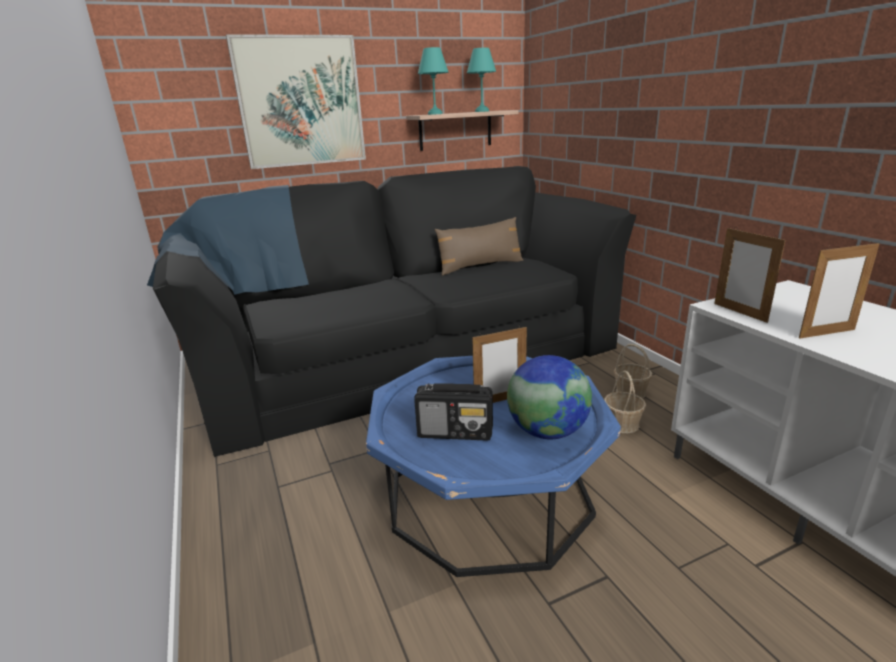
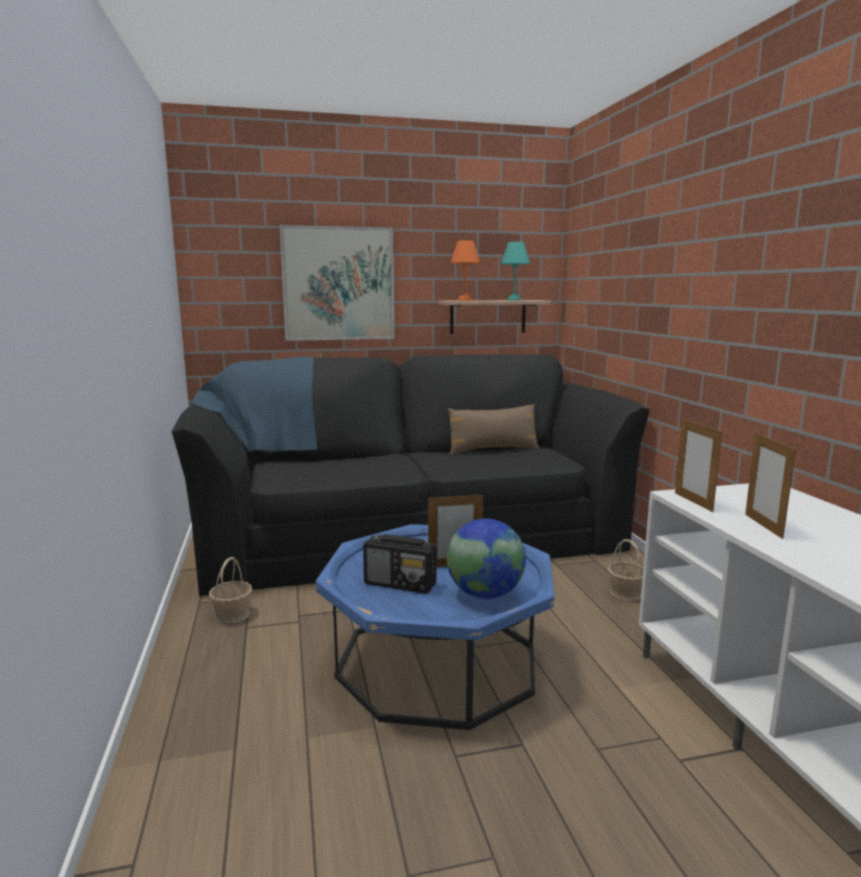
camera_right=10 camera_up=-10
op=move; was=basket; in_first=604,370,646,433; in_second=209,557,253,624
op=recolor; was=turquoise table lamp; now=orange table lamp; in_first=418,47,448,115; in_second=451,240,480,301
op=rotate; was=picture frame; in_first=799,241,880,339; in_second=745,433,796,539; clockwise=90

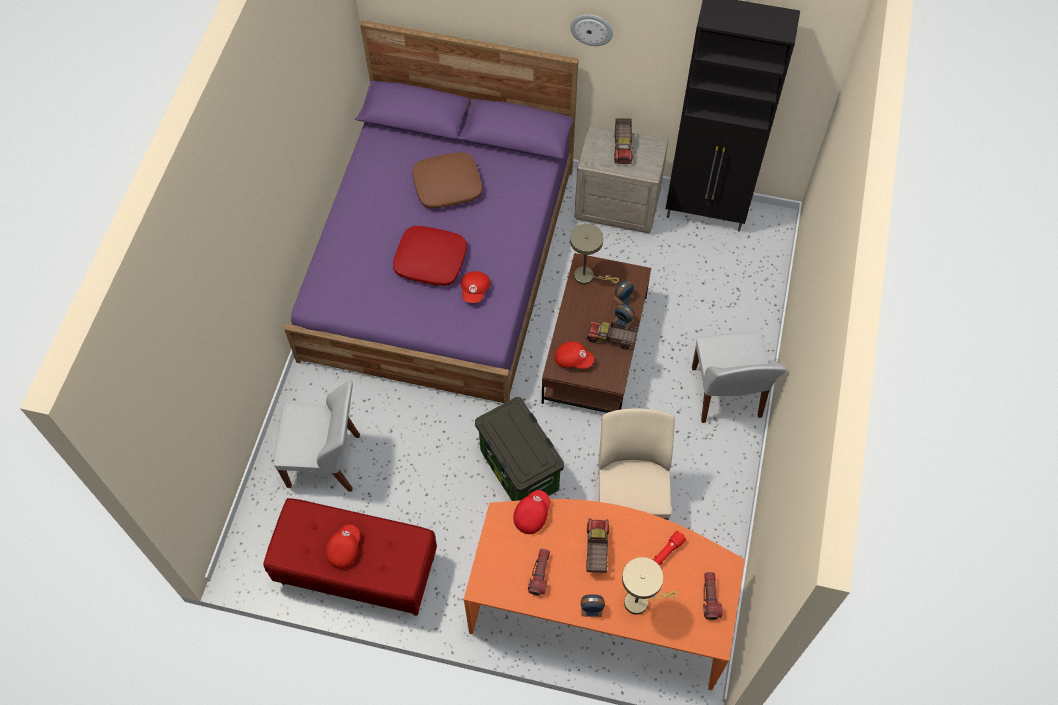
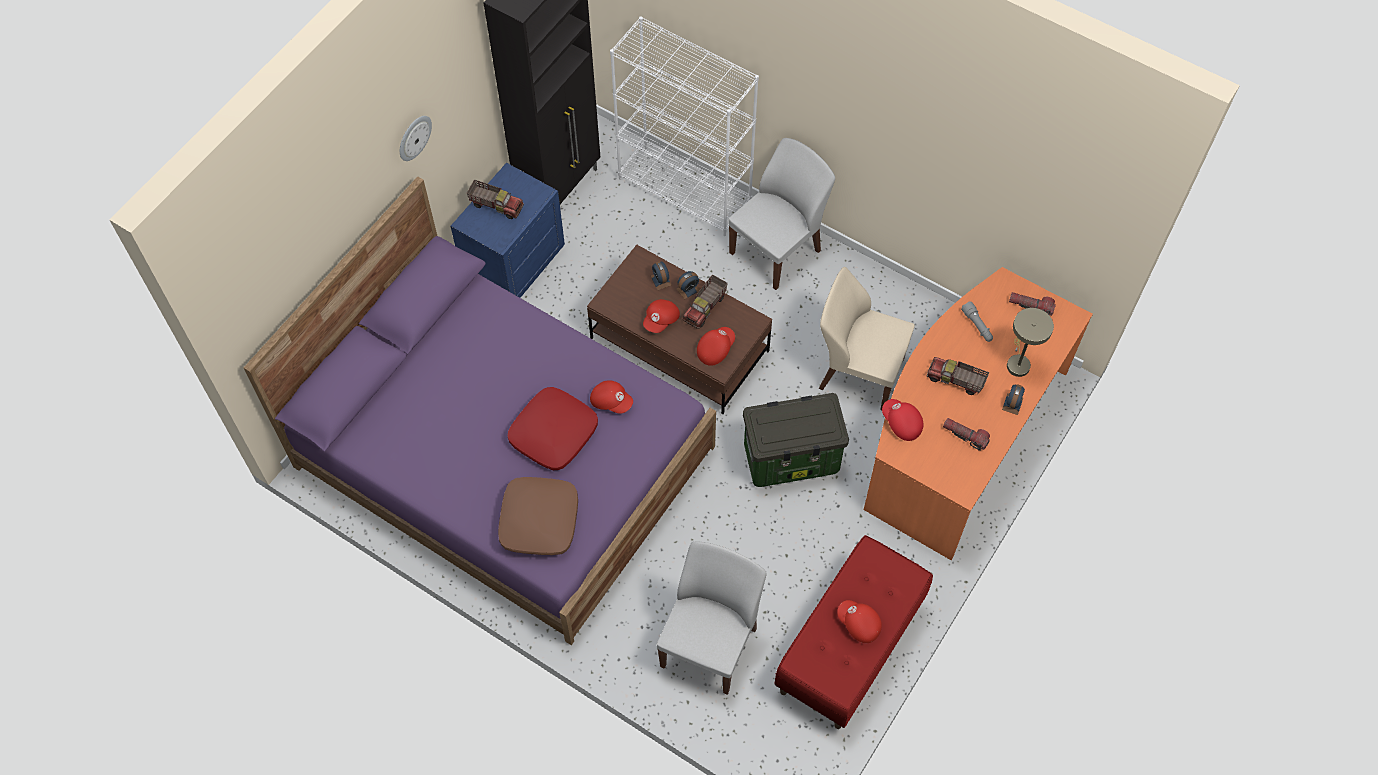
camera_right=-70 camera_up=0
op=recolor; was=beige nightstand; now=blue nightstand; in_first=574,125,669,233; in_second=451,162,565,298
op=move; was=brown pillow; in_first=412,152,482,209; in_second=498,477,578,555
op=insert; now=white bookcase; in_second=610,16,759,236
op=insert; now=red cap; in_second=643,299,680,333
op=rotate; was=white chair; in_first=692,332,787,423; in_second=729,138,835,290; clockwise=-60
op=recolor; was=red flashlight; now=grey flashlight; in_first=654,531,686,565; in_second=961,301,993,342
op=delete; was=beige table lamp; in_first=570,224,619,285

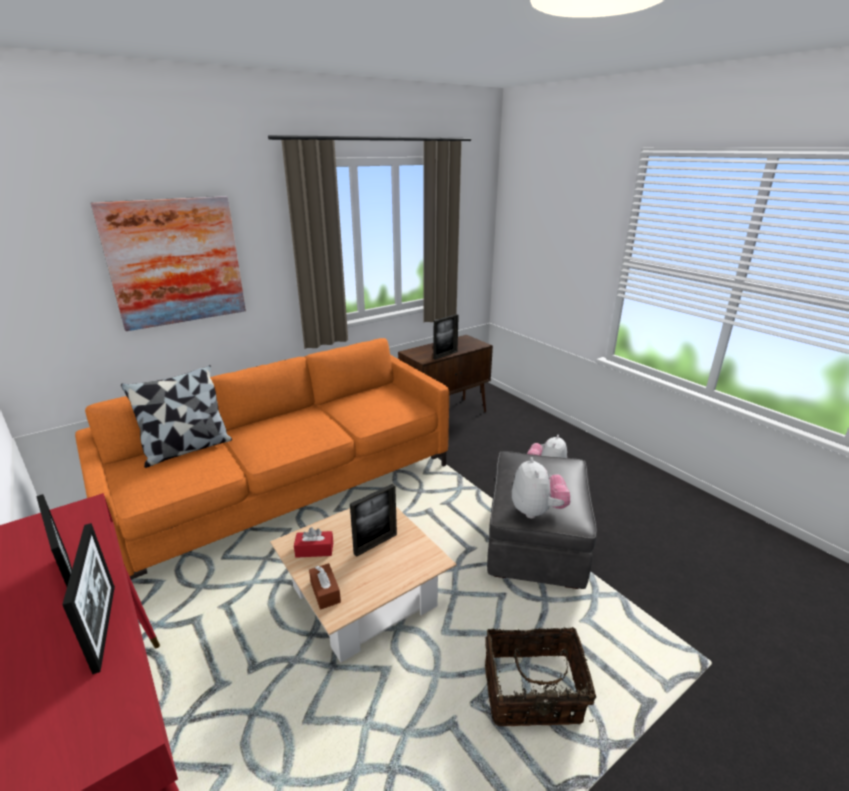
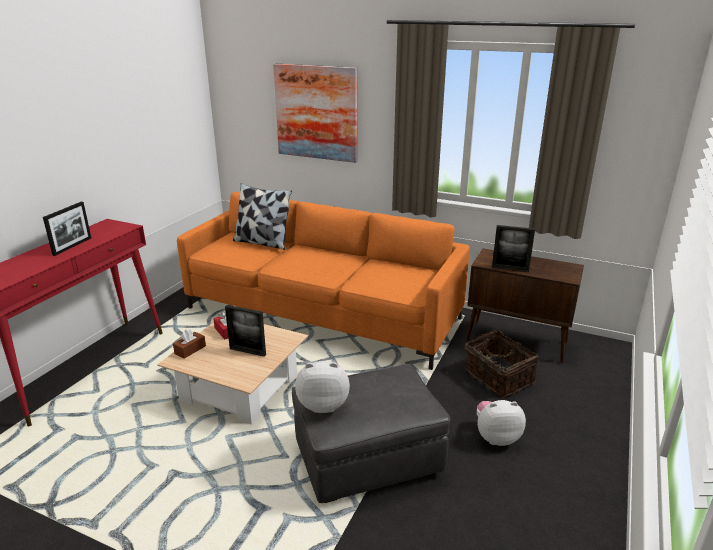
camera_right=60 camera_up=0
op=rotate; was=plush toy; in_first=512,457,570,519; in_second=295,361,350,413; clockwise=-150
op=move; was=basket; in_first=485,627,596,726; in_second=464,329,539,398
op=delete; was=picture frame; in_first=62,523,115,674

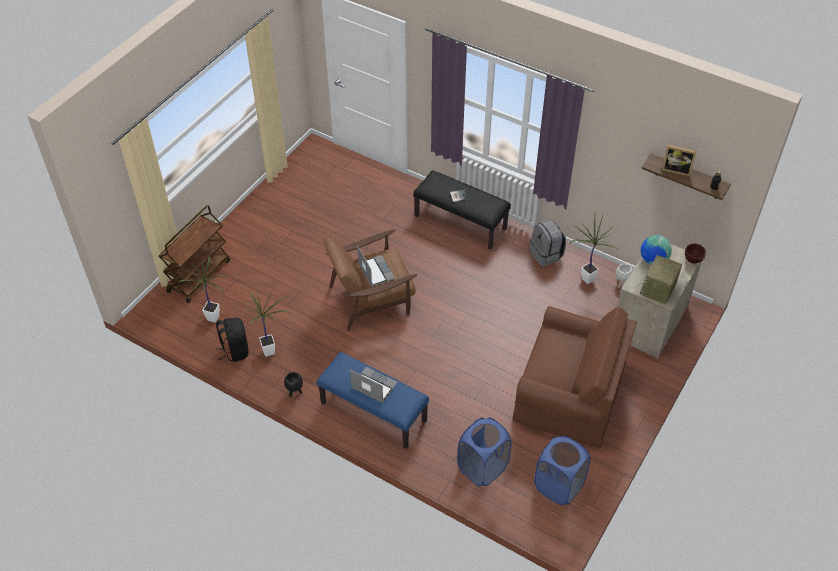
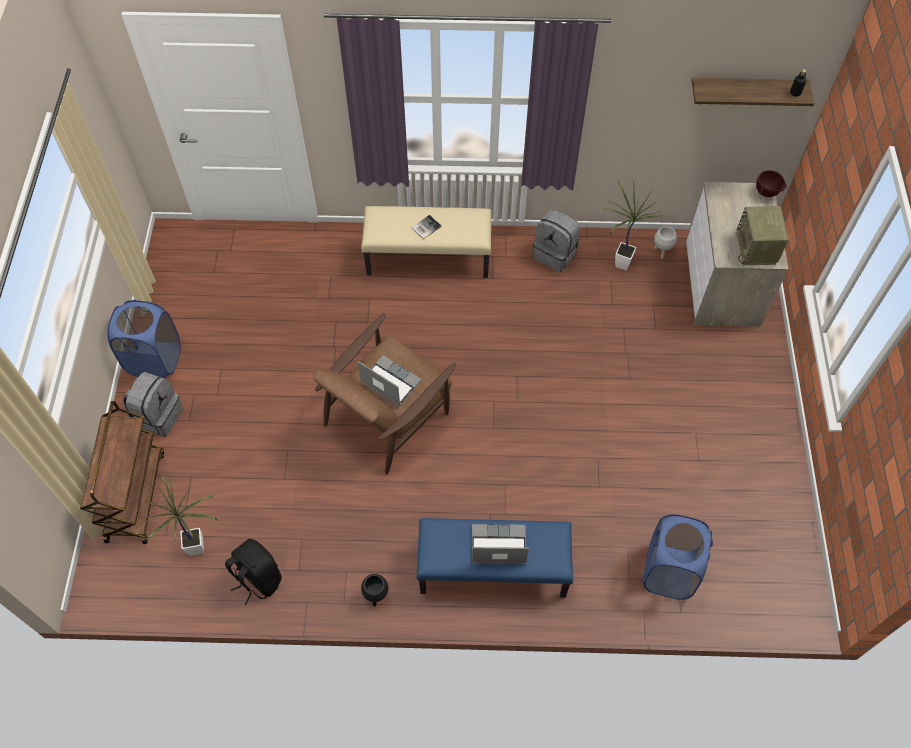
camera_right=-30 camera_up=10
op=move; was=blue laundry basket; in_first=534,436,591,505; in_second=107,300,181,379
op=insert; now=grey backpack; in_second=122,372,183,437
op=recolor; was=black bench; now=beige bench; in_first=413,170,511,250; in_second=361,206,491,278
op=delete; was=potted plant; in_first=244,291,291,356
op=delete; was=brown armchair; in_first=512,306,637,448
op=delete; was=globe; in_first=641,235,672,265
op=delete; was=picture frame; in_first=662,145,697,177

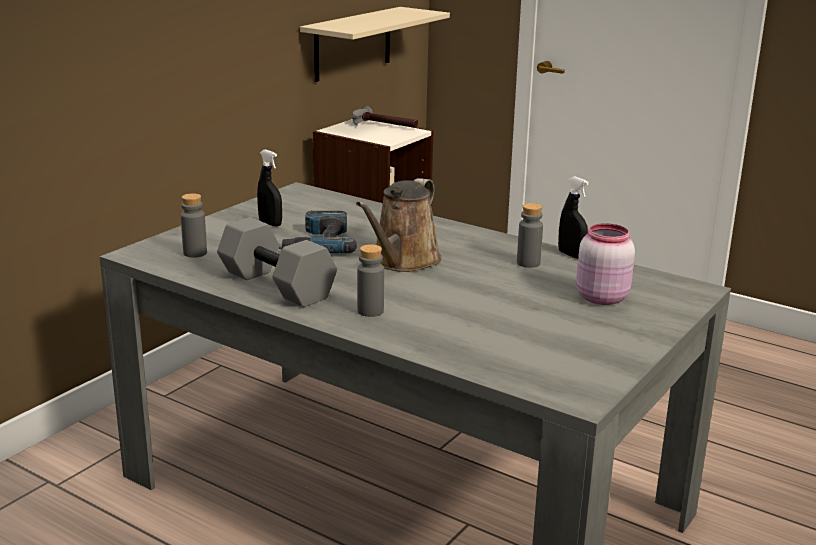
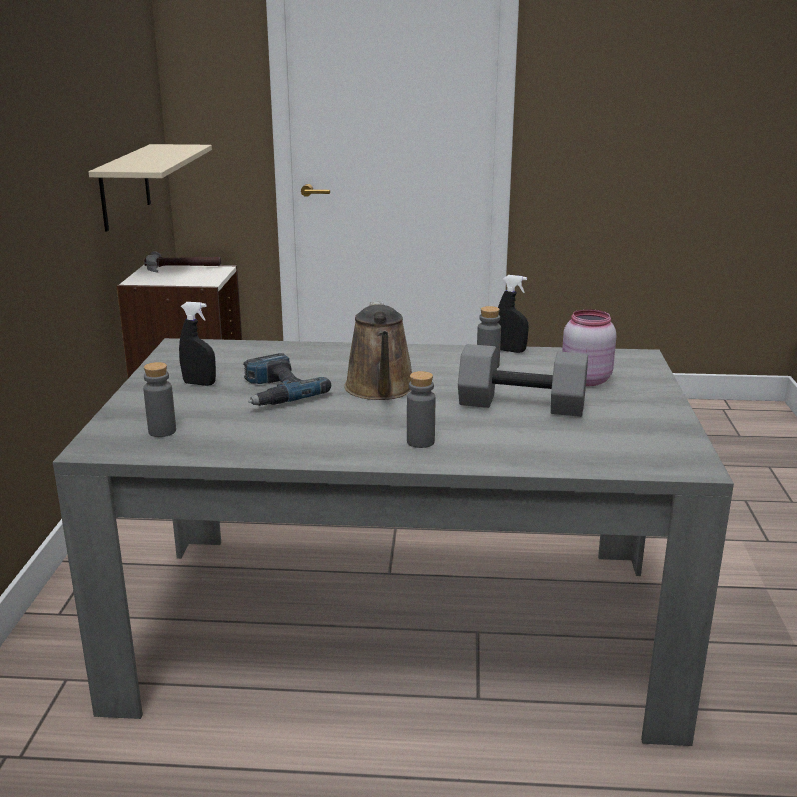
camera_right=-30 camera_up=0
op=move; was=grey dumbbell; in_first=217,217,337,307; in_second=458,344,588,417

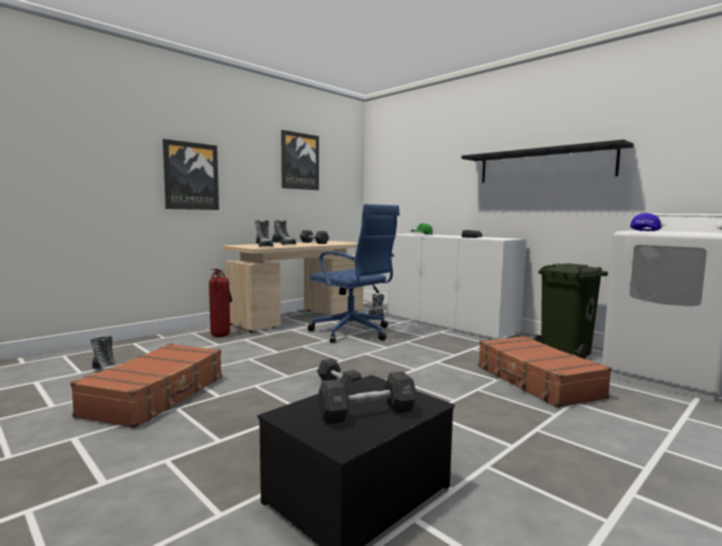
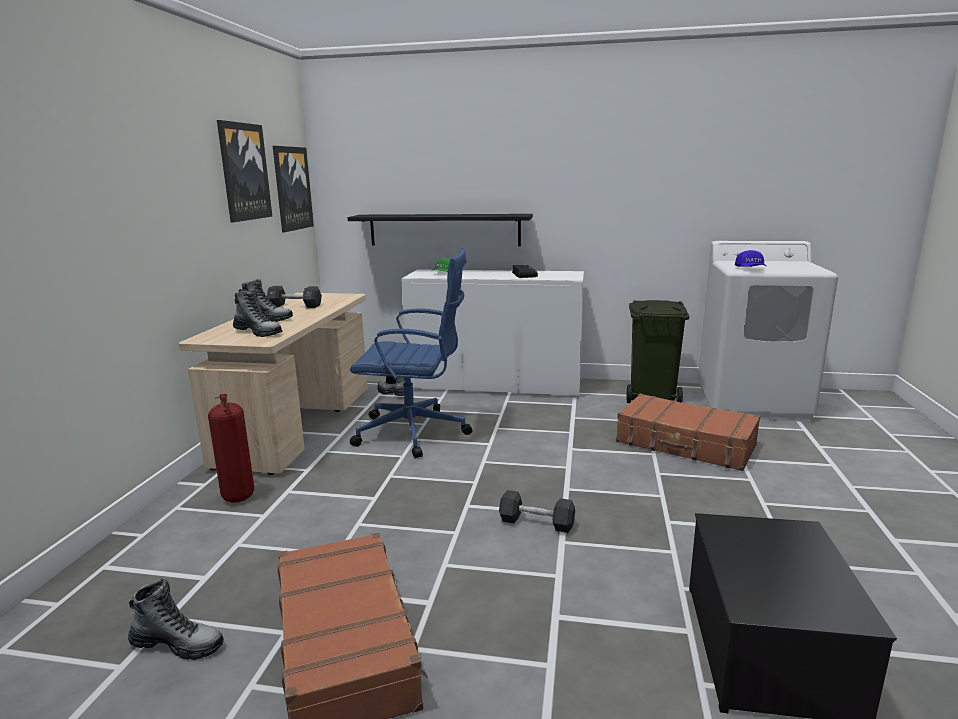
camera_right=-35 camera_up=10
op=move; was=picture; in_first=163,139,219,210; in_second=273,146,314,232
op=move; was=black shelf; in_first=461,139,634,183; in_second=347,214,533,246
op=delete; was=black dumbbell; in_first=318,371,417,425

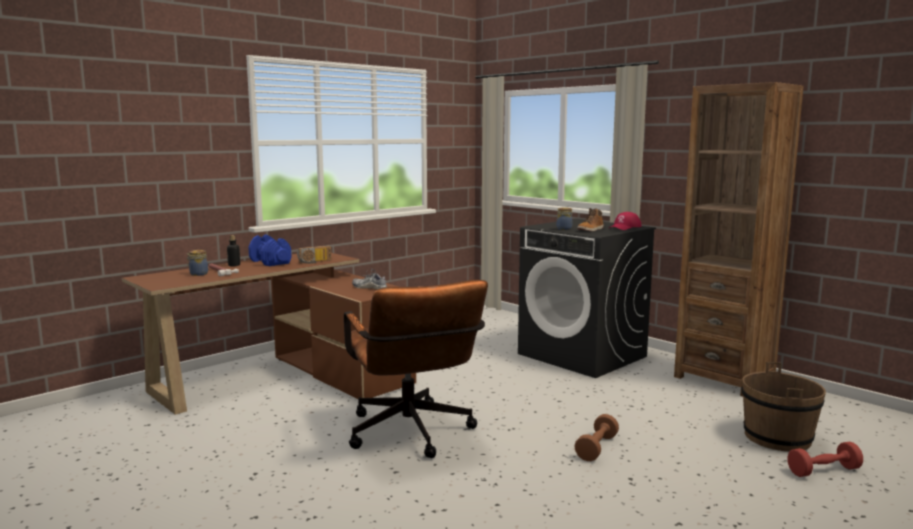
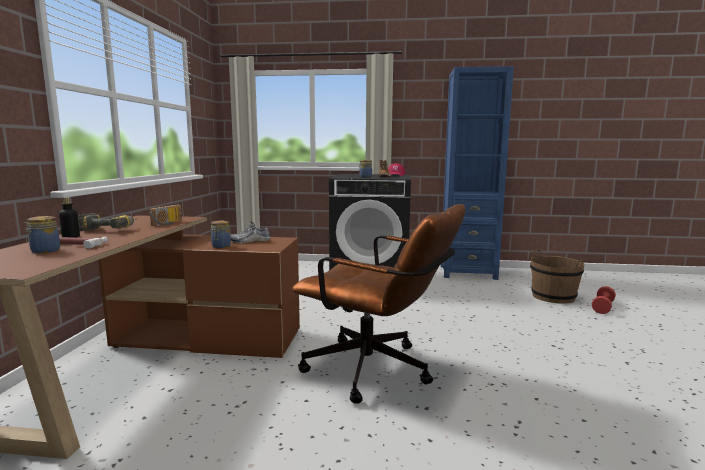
camera_right=-40 camera_up=0
op=replace; was=blue dumbbell; now=power drill; in_first=248,235,292,266; in_second=78,213,137,231
op=insert; now=jar; in_second=211,220,231,248
op=recolor; was=brown bookcase; now=blue bookcase; in_first=674,82,804,396; in_second=441,66,514,280
op=delete; was=brown dumbbell; in_first=574,414,619,461

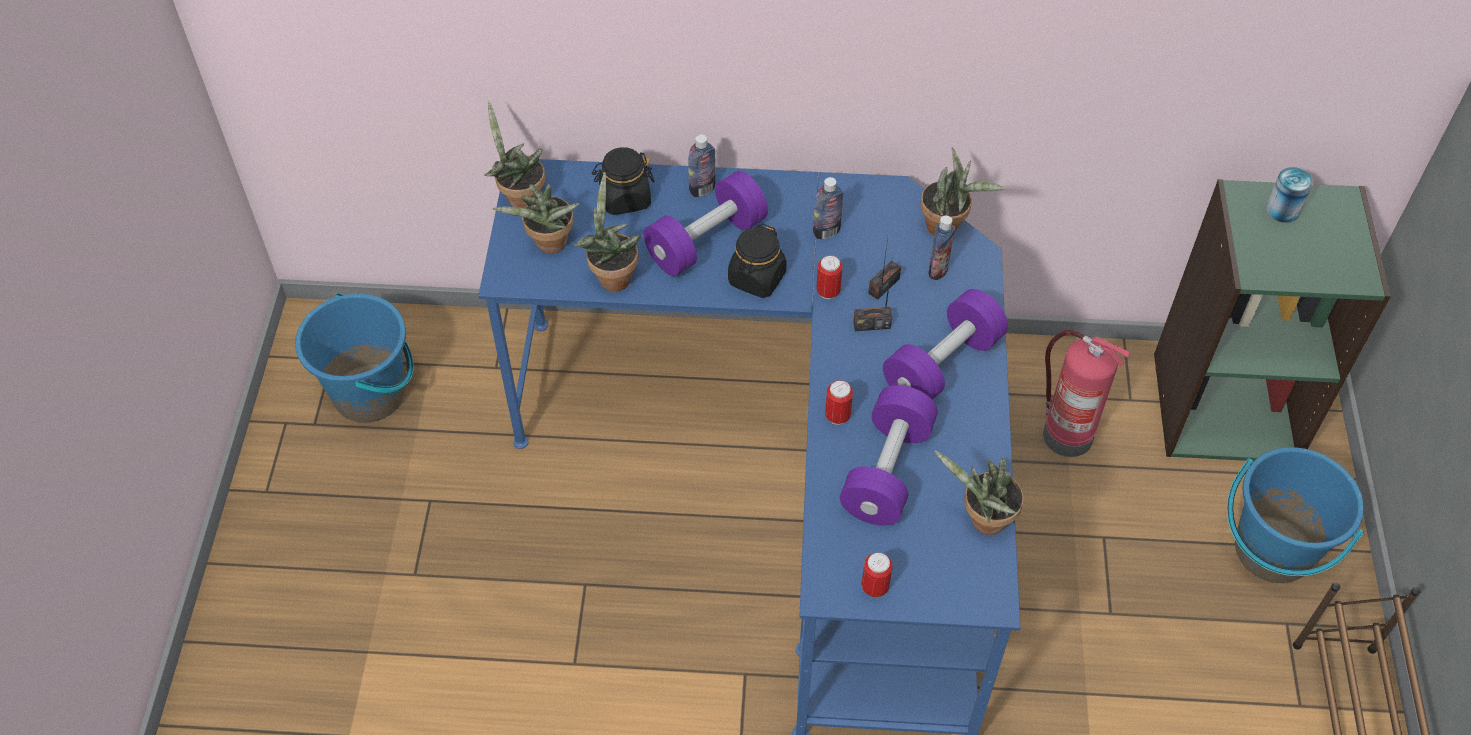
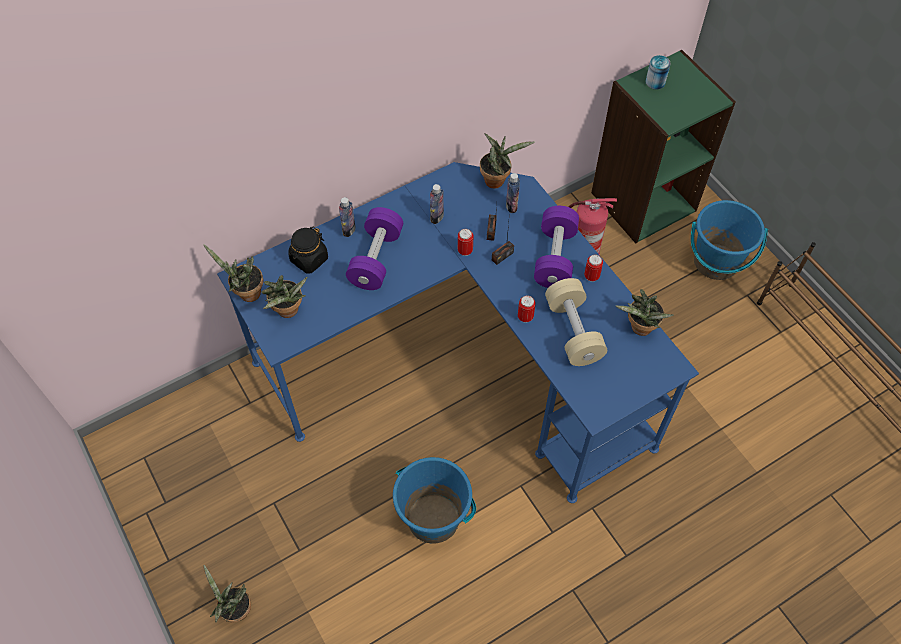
camera_right=-35 camera_up=5
op=move; was=potted plant; in_first=573,172,641,292; in_second=204,565,251,623
op=move; was=blue bucket; in_first=295,293,414,423; in_second=393,457,476,544
op=recolor; was=purple dumbbell; now=beige dumbbell; in_first=840,385,938,526; in_second=545,278,607,366
op=move; was=can; in_first=862,552,892,597; in_second=584,255,603,282
op=delete; was=black jar; in_first=728,224,787,298

